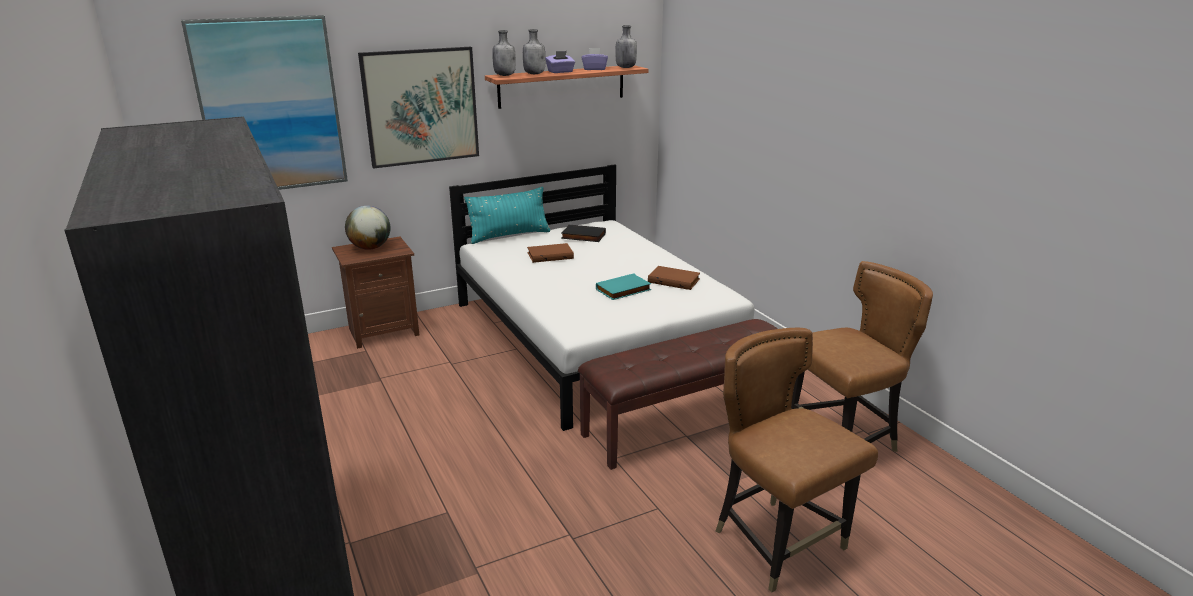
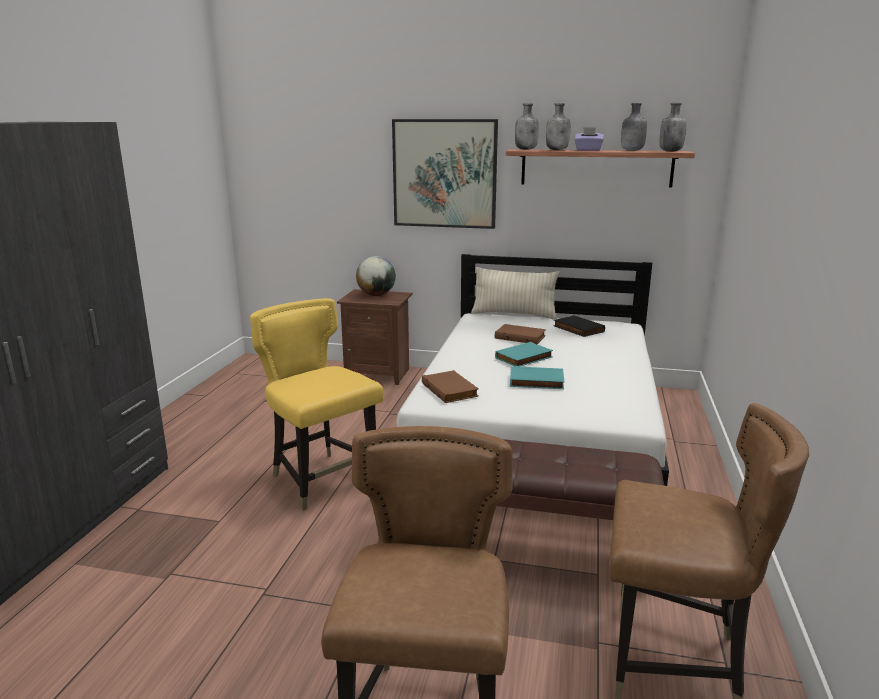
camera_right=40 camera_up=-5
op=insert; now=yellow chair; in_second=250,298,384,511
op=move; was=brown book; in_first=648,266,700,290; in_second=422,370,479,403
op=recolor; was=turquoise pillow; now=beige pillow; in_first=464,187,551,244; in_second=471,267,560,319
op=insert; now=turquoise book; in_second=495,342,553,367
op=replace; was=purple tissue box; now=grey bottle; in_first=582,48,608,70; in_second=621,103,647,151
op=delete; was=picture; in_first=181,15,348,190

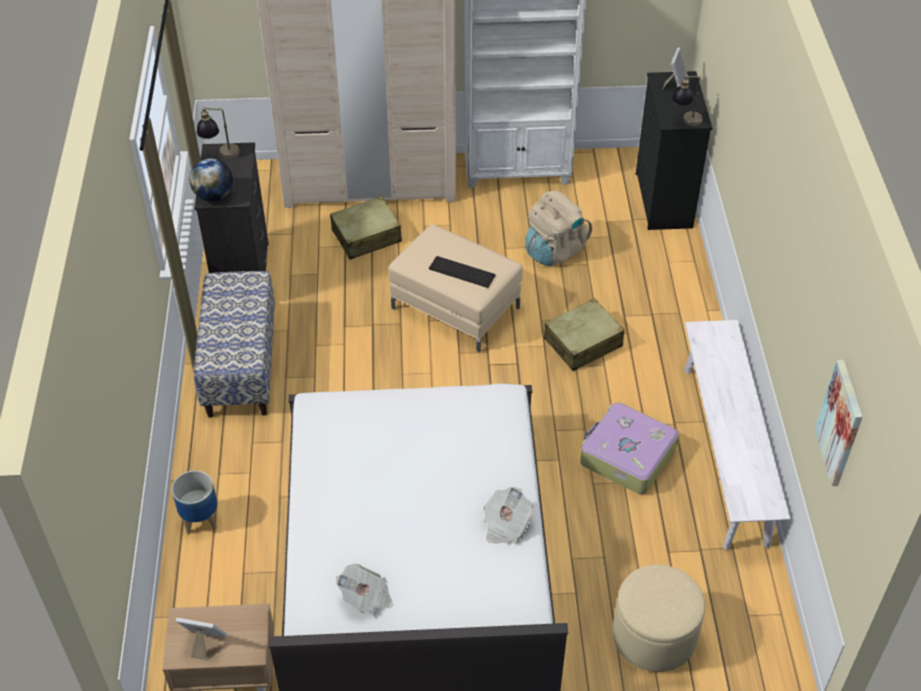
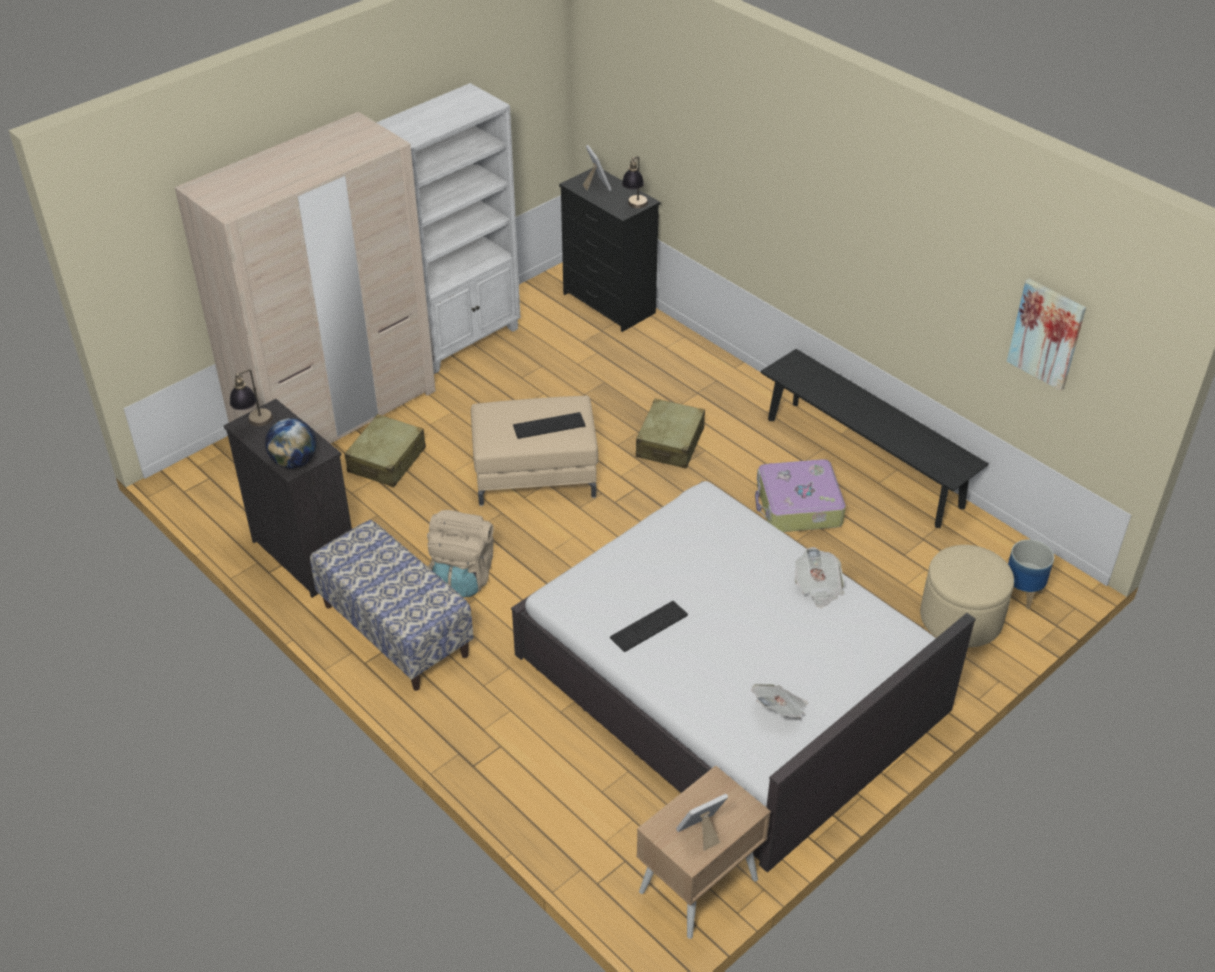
camera_right=-40 camera_up=-5
op=move; was=beige backpack; in_first=525,191,592,266; in_second=427,510,494,597
op=insert; now=keyboard; in_second=610,601,688,652
op=recolor; was=white bench; now=black bench; in_first=684,320,791,551; in_second=761,349,989,528
op=move; was=planter; in_first=172,471,217,534; in_second=1008,539,1054,609

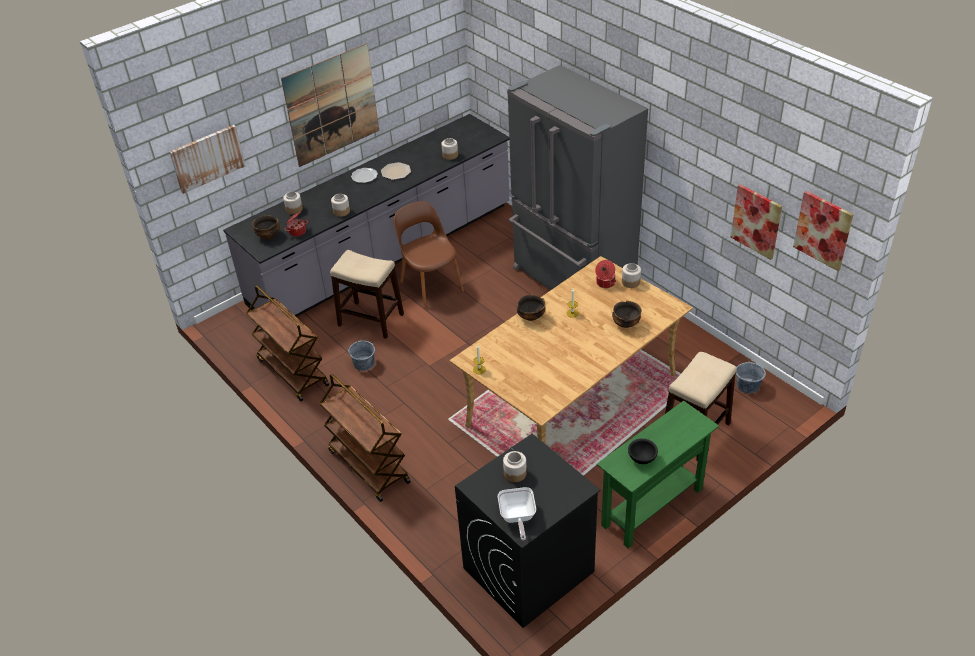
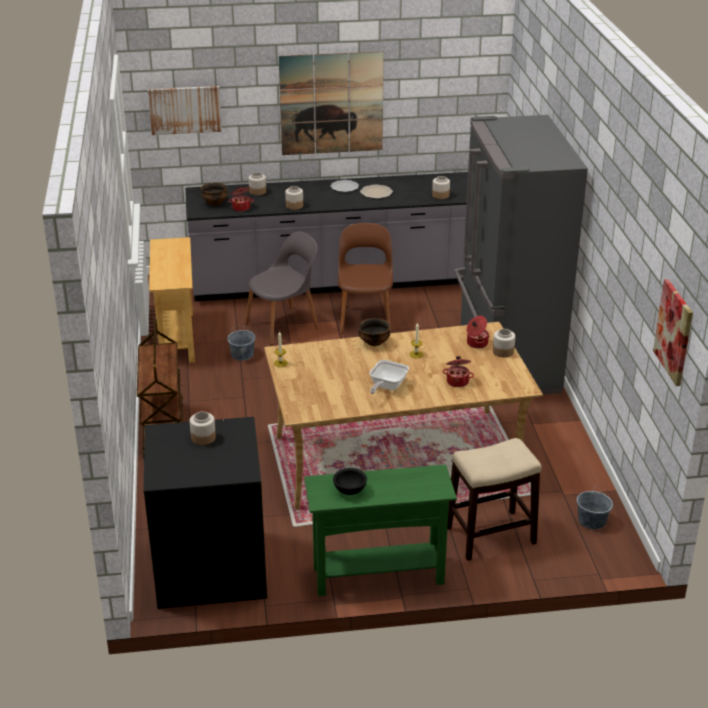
camera_right=30 camera_up=-10
op=replace; was=brown cart; now=beige console table; in_first=246,285,329,402; in_second=149,237,195,363
op=replace; was=stool; now=grey chair; in_first=330,250,404,339; in_second=245,231,319,345
op=move; was=frying pan; in_first=498,487,536,541; in_second=369,360,409,394
op=replace; was=bowl; now=cooking pot; in_first=612,301,642,328; in_second=443,356,474,387
op=delete; was=picture; in_first=731,184,782,260

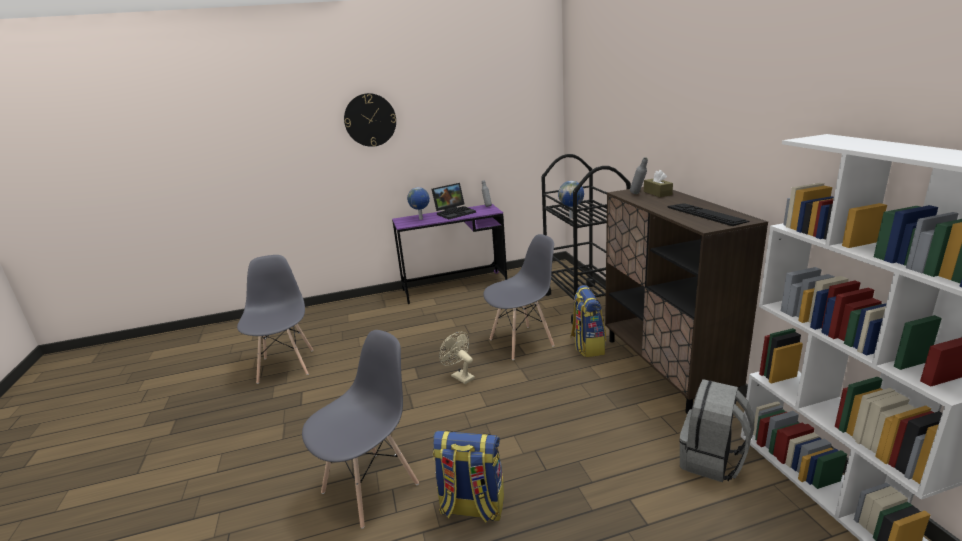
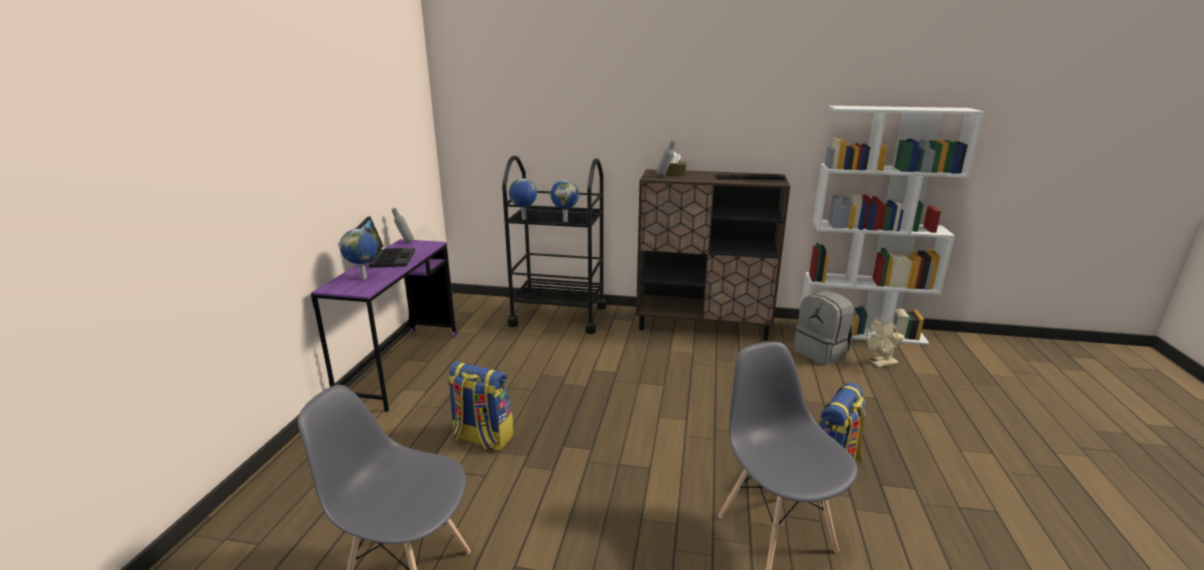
camera_right=-65 camera_up=0
op=move; was=backpack; in_first=570,285,606,357; in_second=448,361,513,451
op=insert; now=globe; in_second=509,178,537,220
op=move; was=beige fan; in_first=439,332,475,384; in_second=866,316,904,368
op=delete; was=wall clock; in_first=344,93,396,147
op=delete; was=grey chair; in_first=483,234,554,360

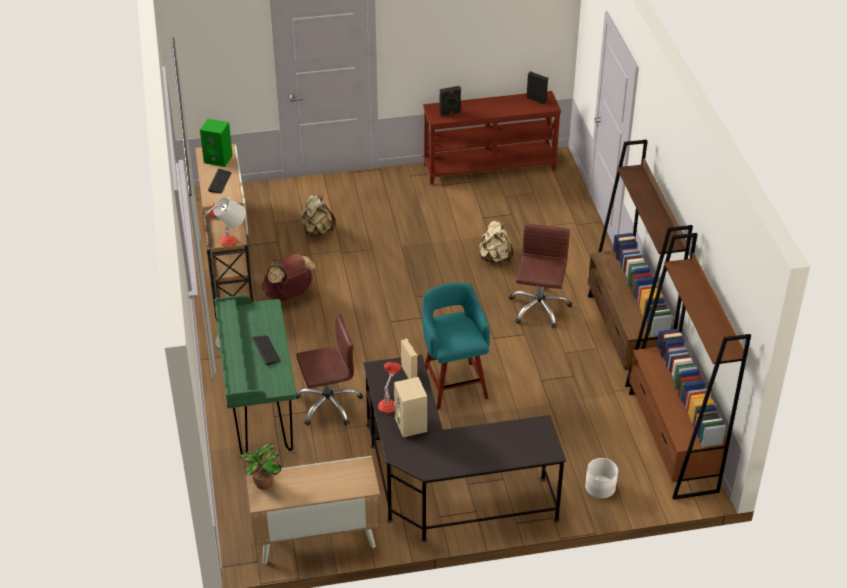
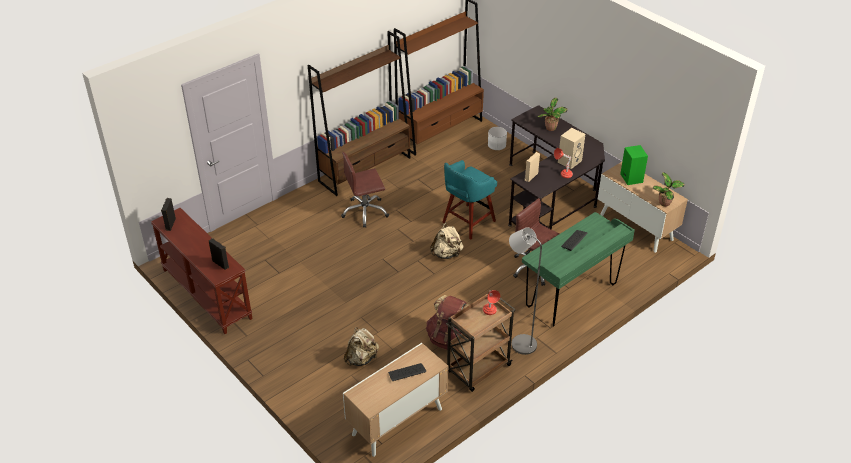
camera_right=-120 camera_up=0
op=move; was=beige backpack; in_first=479,221,514,263; in_second=430,223,463,259
op=insert; now=potted plant; in_second=538,98,568,131
op=move; was=green speaker; in_first=200,119,233,167; in_second=620,145,648,185

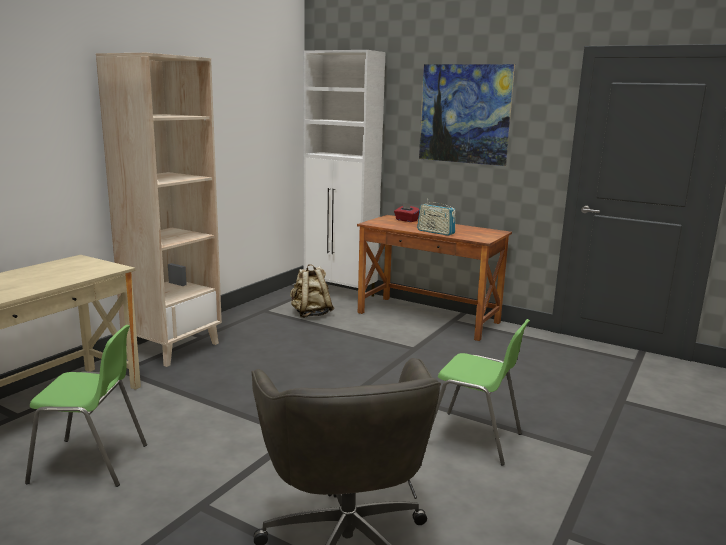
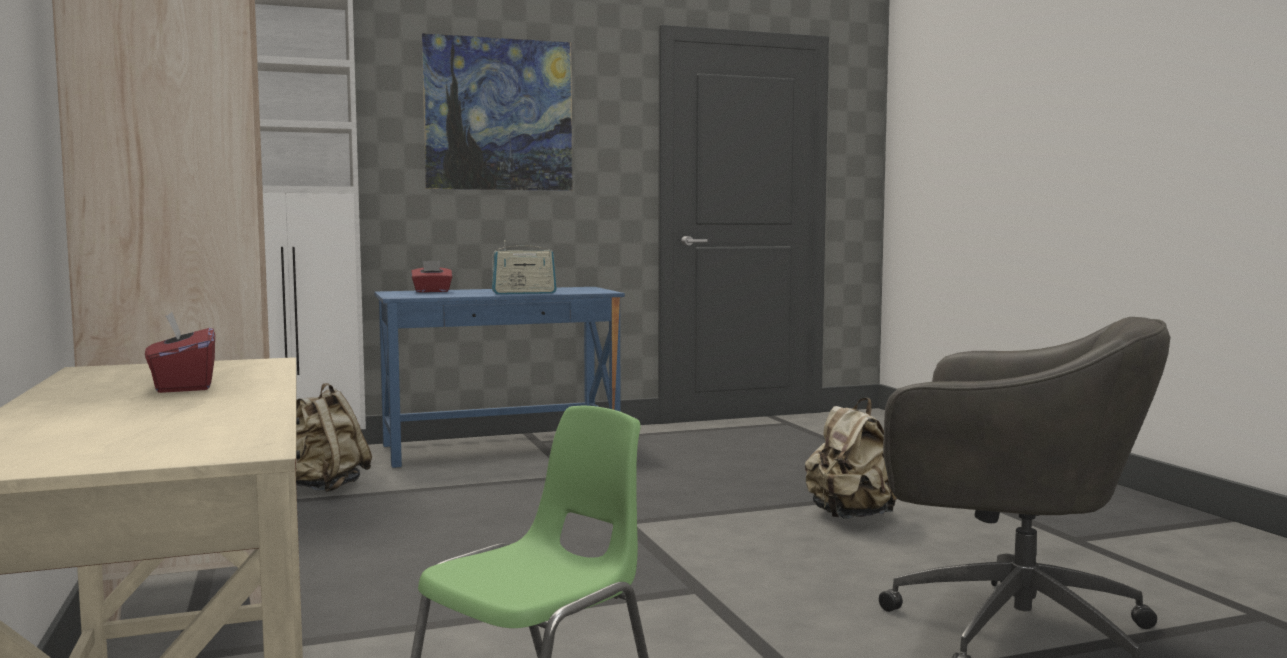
camera_right=-50 camera_up=-10
op=insert; now=red tissue box; in_second=145,312,215,393
op=recolor; was=brown desk; now=blue desk; in_first=357,215,512,341; in_second=374,287,625,468
op=replace; was=green chair; now=beige backpack; in_first=432,319,530,466; in_second=805,398,897,519

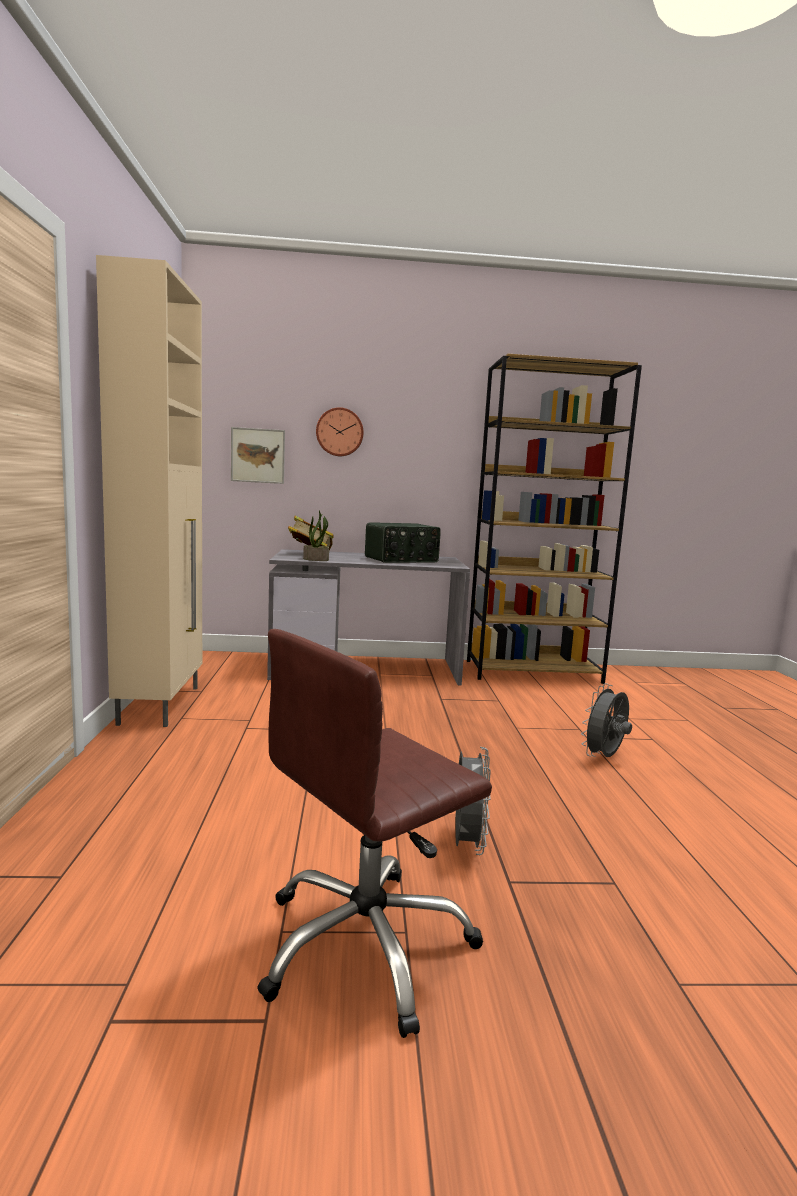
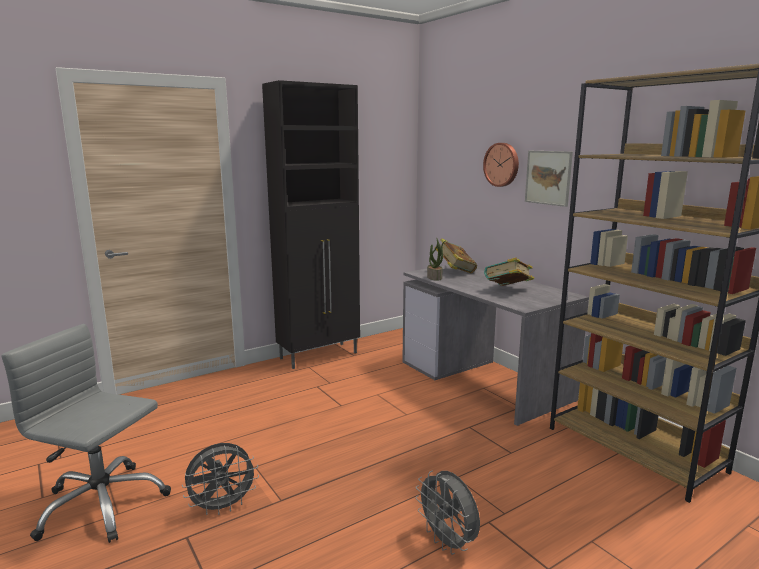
camera_right=60 camera_up=5
op=recolor; was=brown office chair; now=grey office chair; in_first=257,629,492,1038; in_second=2,324,171,543
op=recolor; was=beige cabinet; now=black cabinet; in_first=96,255,202,727; in_second=262,80,360,369
op=rotate; was=grey fan; in_first=581,683,632,757; in_second=415,471,480,555; clockwise=-135
op=replace; was=radio; now=book; in_first=365,522,441,563; in_second=484,258,534,286
op=move; was=picture; in_first=231,427,285,484; in_second=525,151,573,207

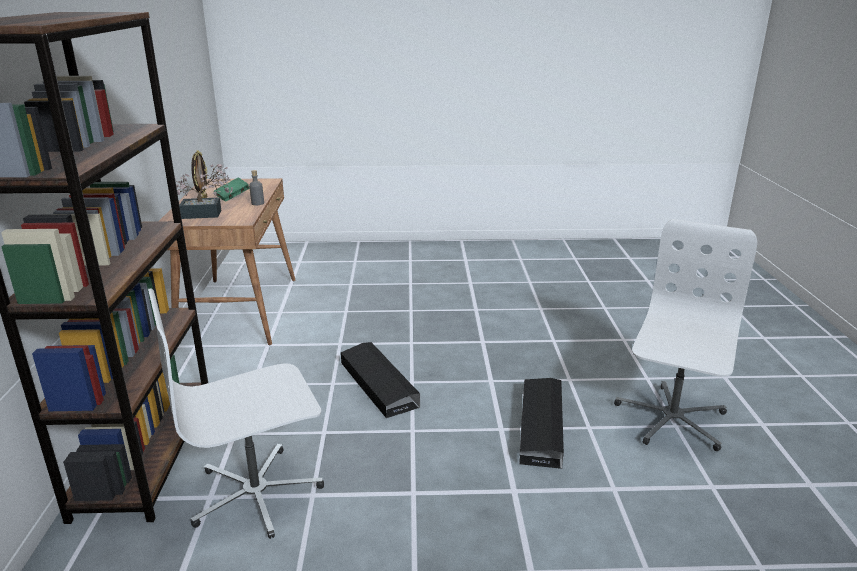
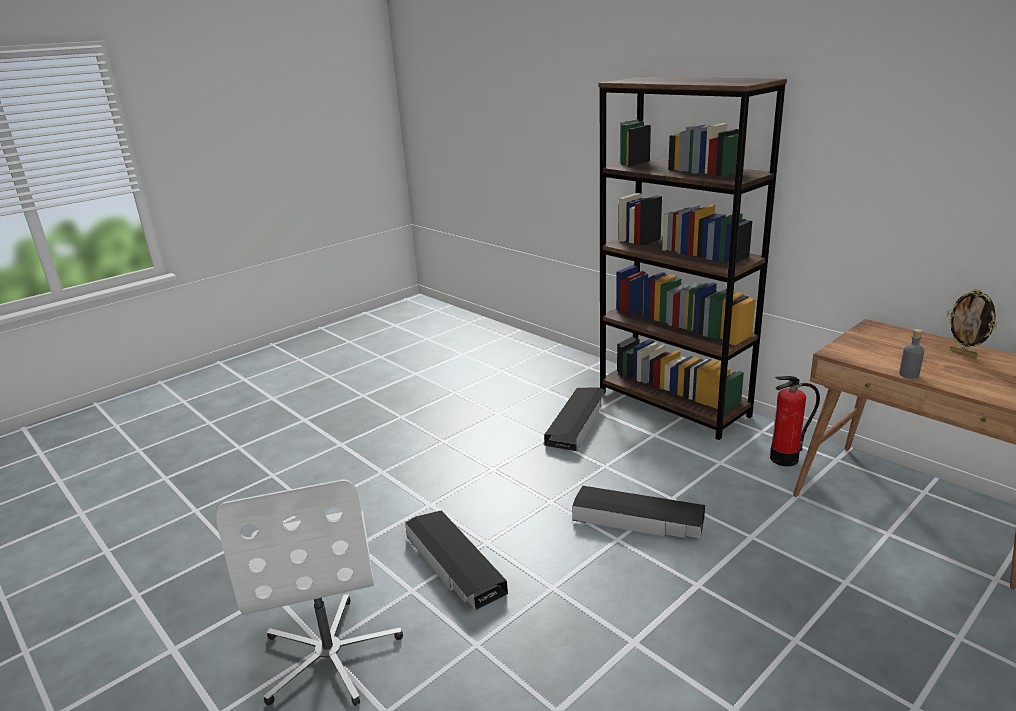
camera_right=140 camera_up=0
op=replace; was=white office chair; now=black storage box; in_first=148,288,324,539; in_second=544,387,606,452
op=insert; now=fire extinguisher; in_second=770,376,820,467
op=delete; was=potted plant; in_first=168,164,233,219
op=delete; was=green book; in_first=214,177,250,202

